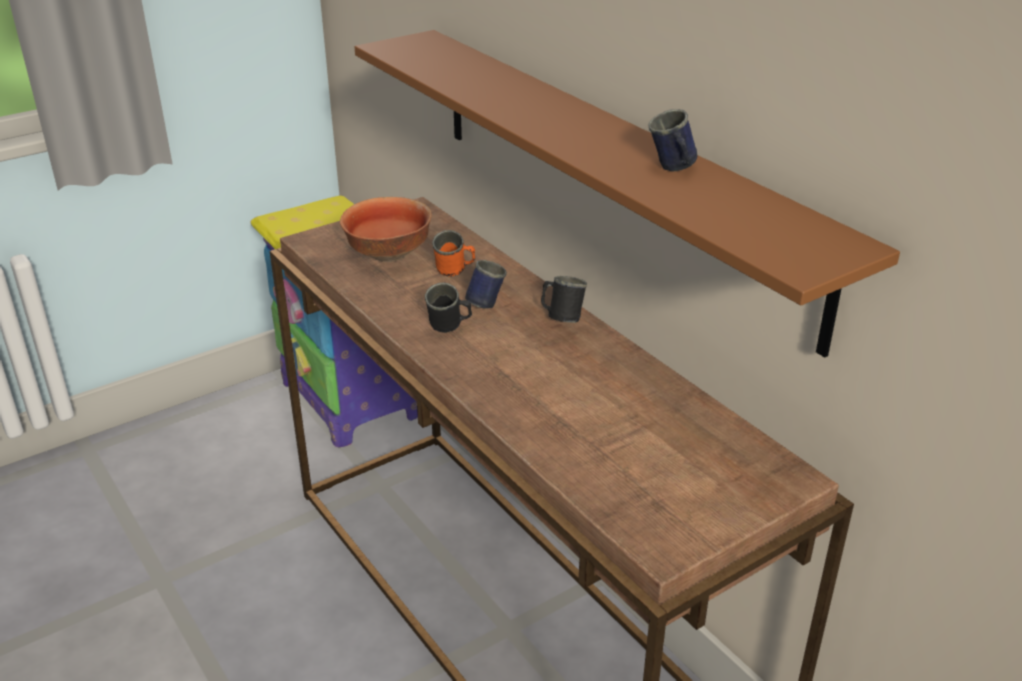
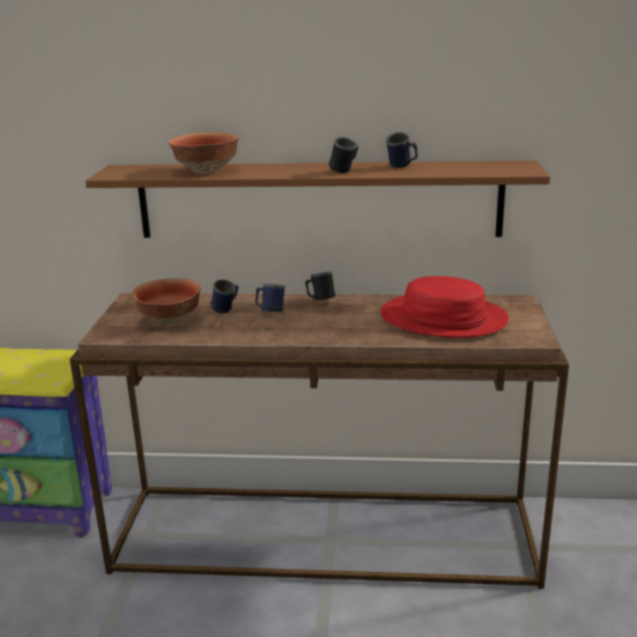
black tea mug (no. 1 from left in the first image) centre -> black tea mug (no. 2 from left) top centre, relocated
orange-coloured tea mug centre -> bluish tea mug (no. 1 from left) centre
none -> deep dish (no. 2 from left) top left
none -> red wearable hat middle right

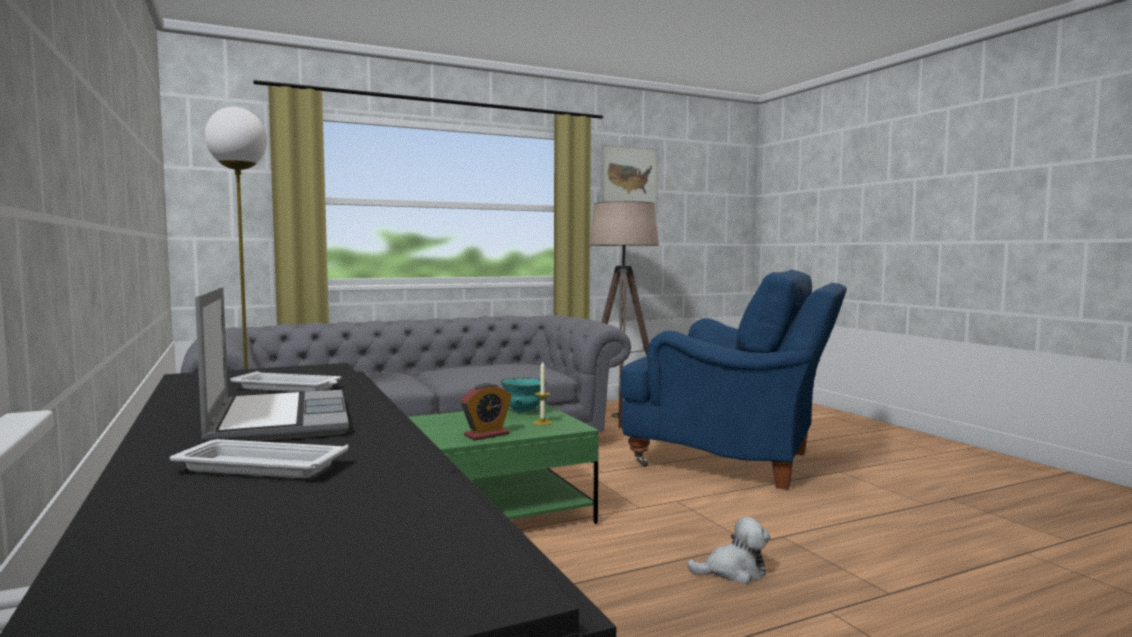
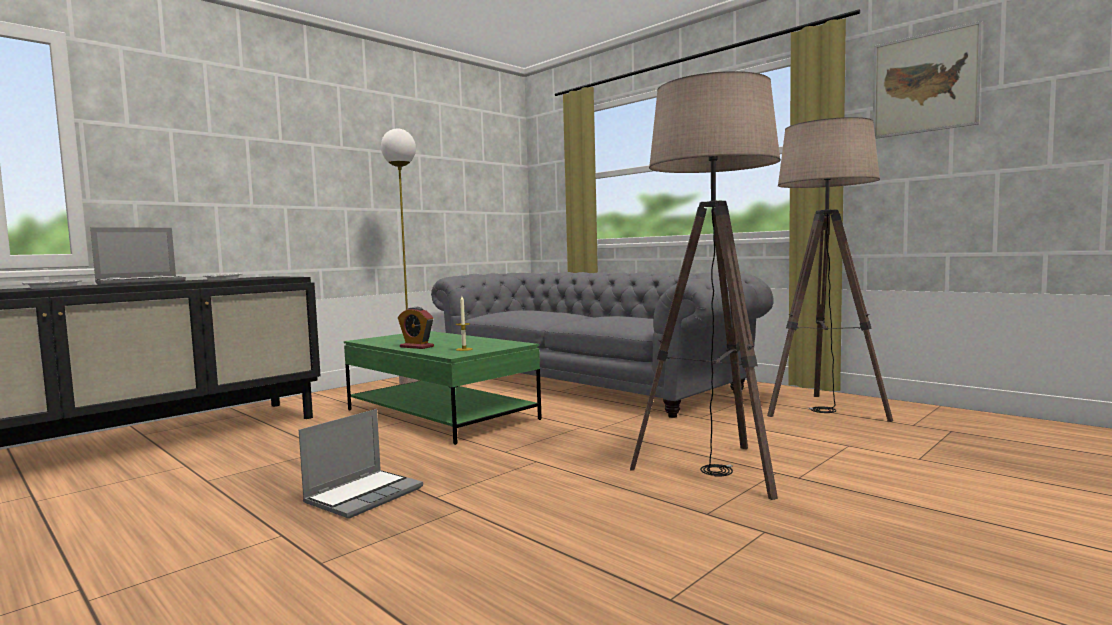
turquoise deep dish centre -> none
bluish lounge chair centre -> standard lamp (no. 2 from left) centre
cuddly toy bottom centre -> portable computer (no. 2 from left) bottom left

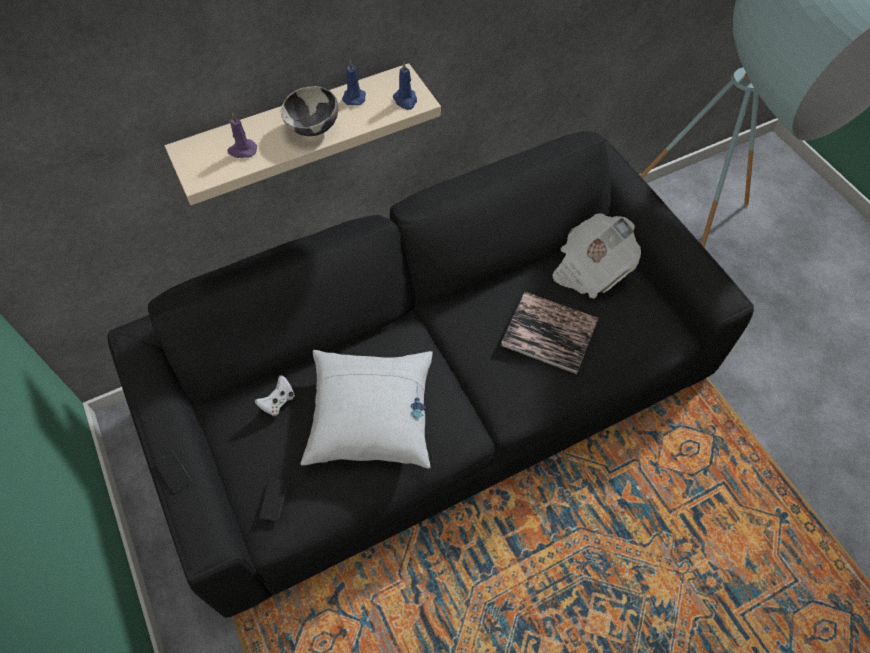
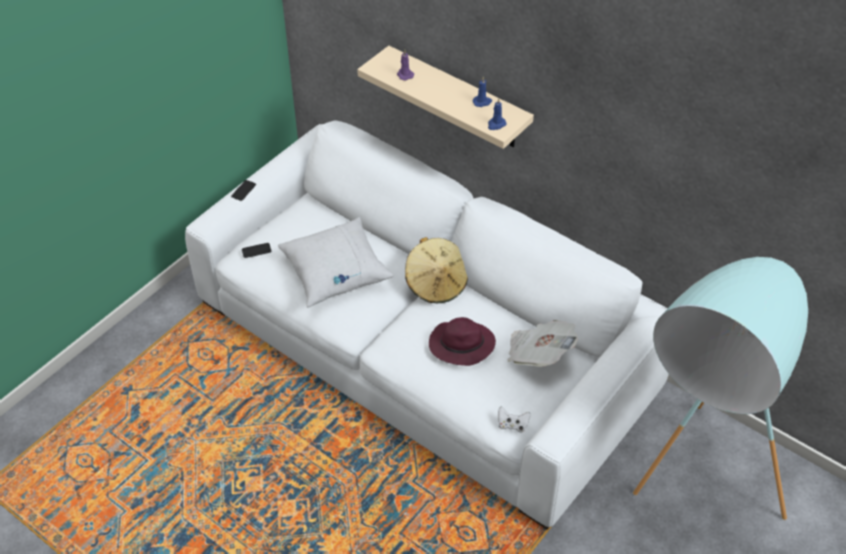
black sofa centre -> whitish sofa centre
whitish game controller middle left -> whitish game controller bottom centre, relocated
deep dish top centre -> none
bound book centre -> purplish wearable hat centre
none -> beige wearable hat centre

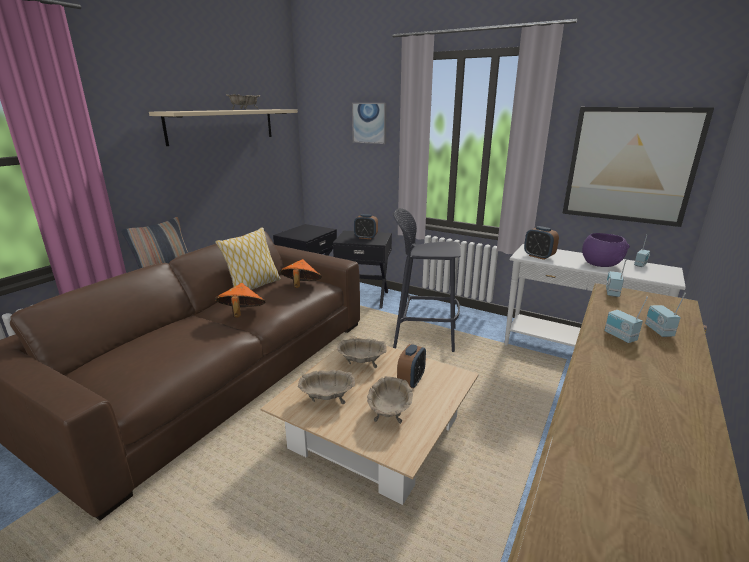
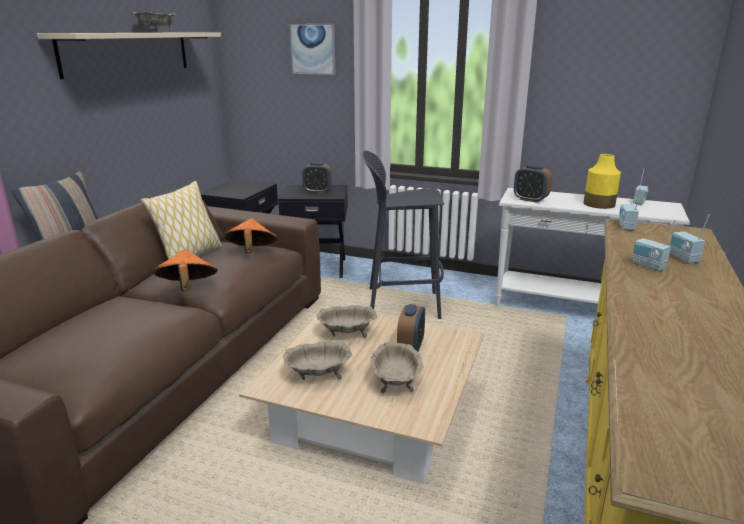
picture (no. 2 from left) top right -> none
purplish deep dish middle right -> yellow-coloured flower vase middle right

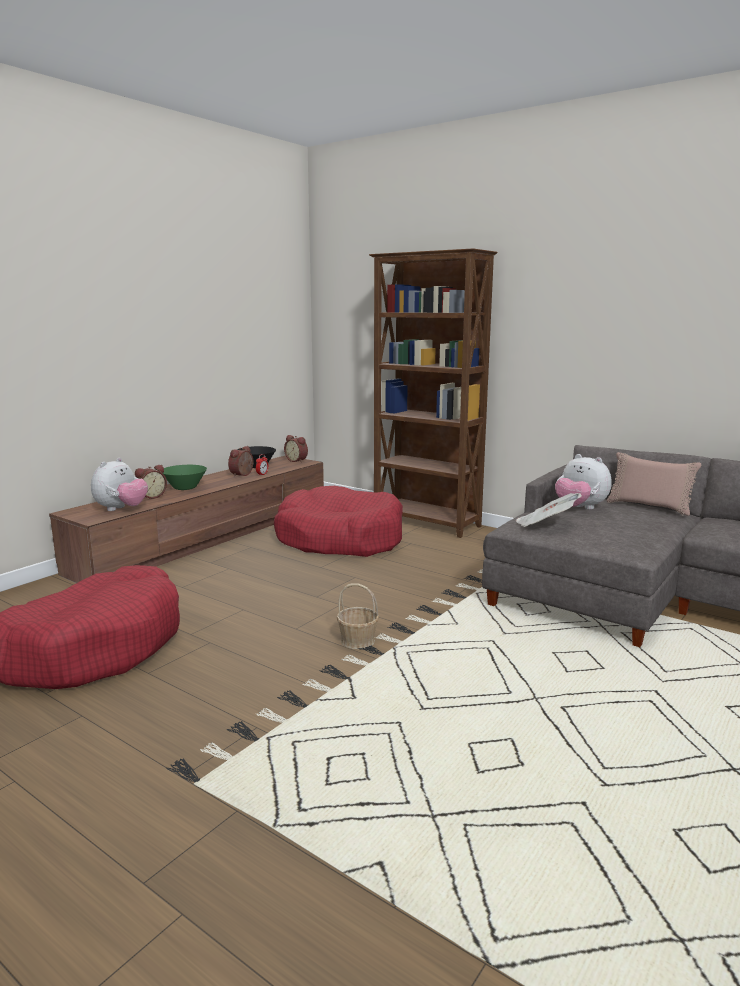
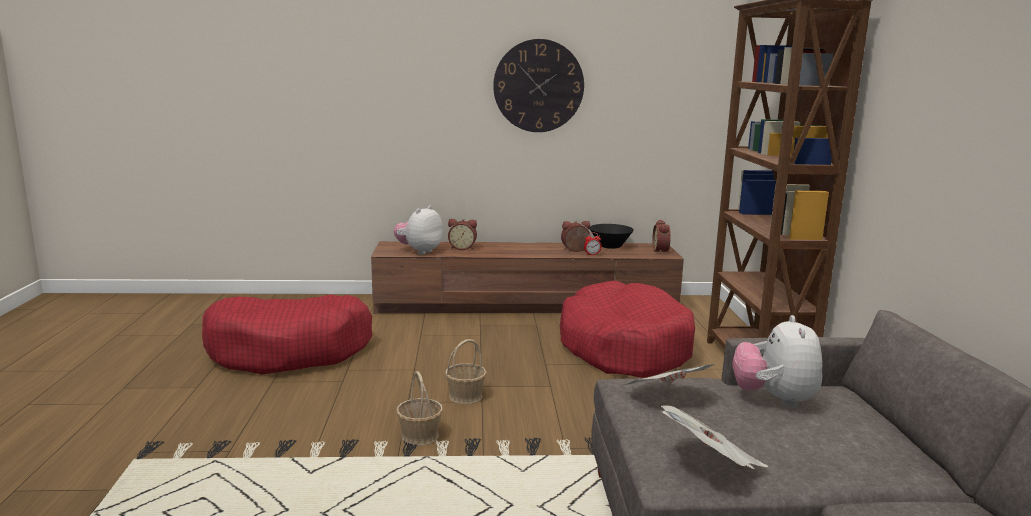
cuddly toy (no. 1 from left) middle left -> cuddly toy (no. 1 from left) centre, 135 degrees clockwise
green deep dish middle left -> none
beige throw pillow middle right -> none
none -> storage basket (no. 2 from left) bottom centre
none -> wall clock top centre
none -> printed paper (no. 2 from left) bottom right

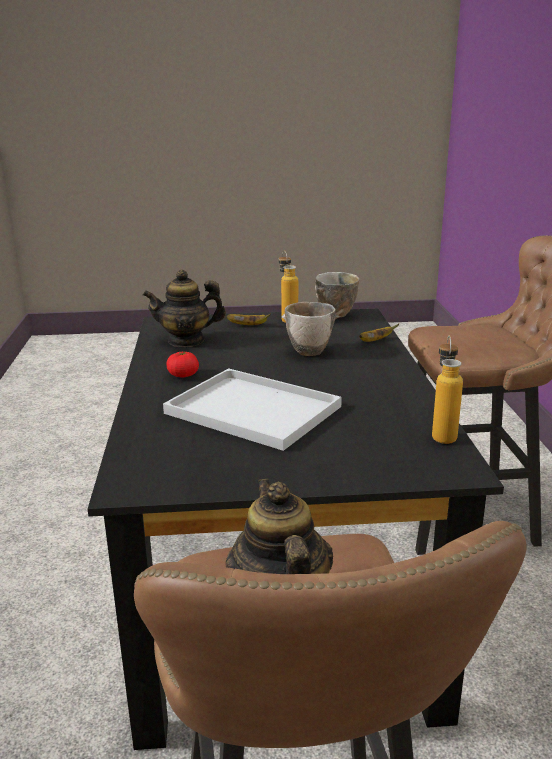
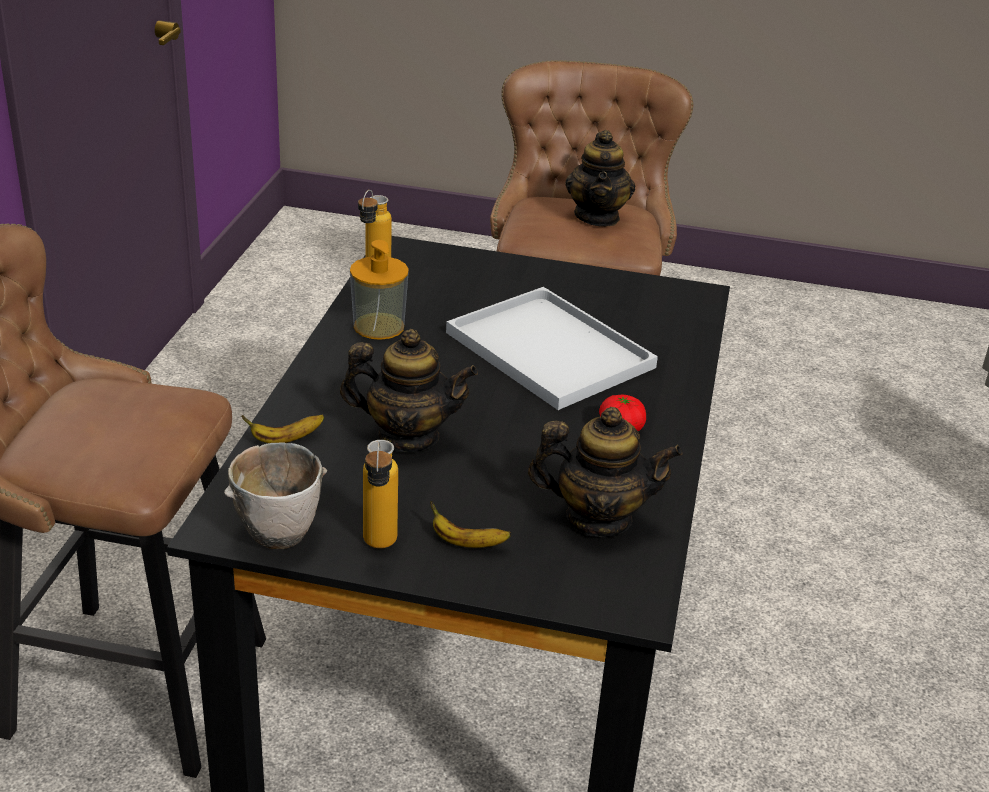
deep dish (no. 1 from left) centre -> teapot (no. 1 from left) centre
none -> liquid soap bottle centre

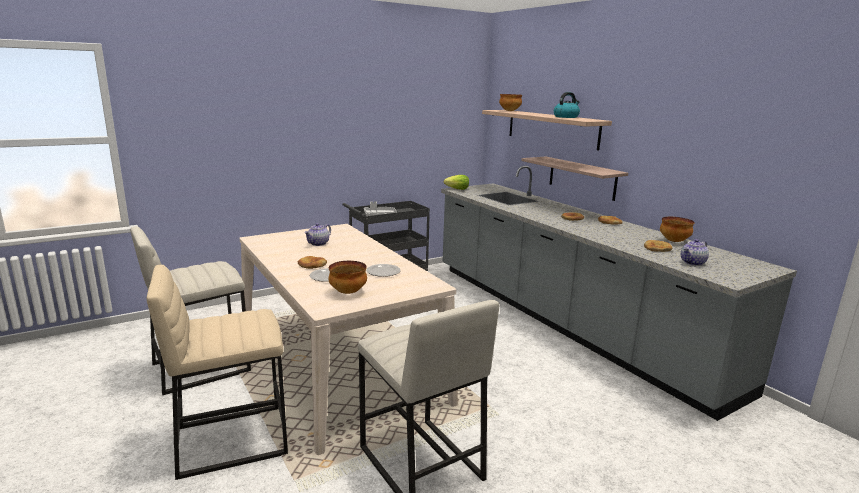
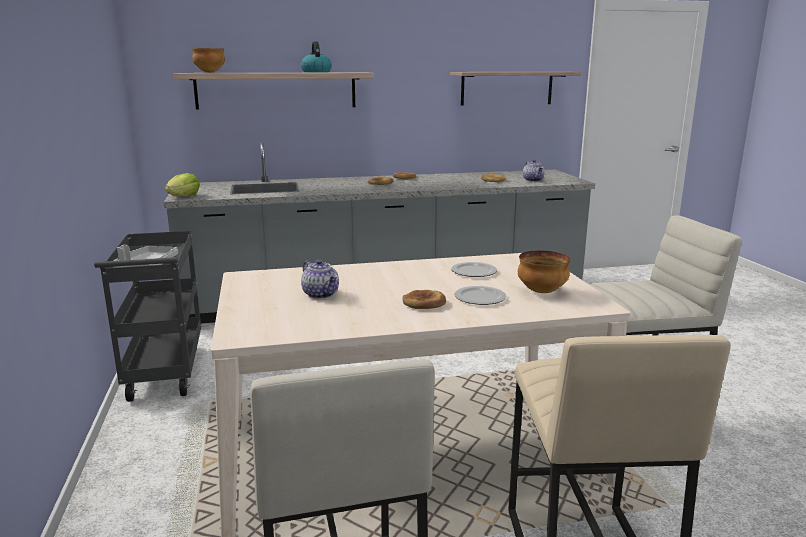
shelf (no. 2 from left) middle right -> shelf (no. 2 from left) top centre, relocated
deep dish (no. 3 from left) middle right -> none

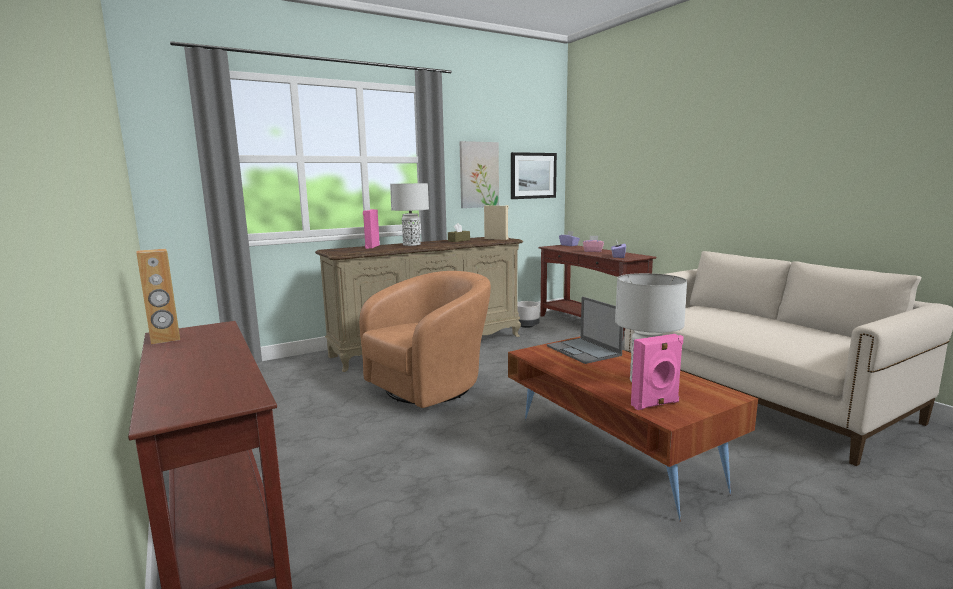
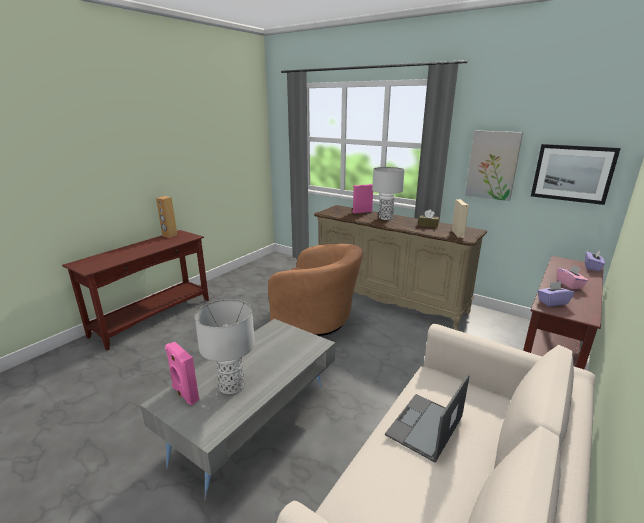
brownish coffee table bottom centre -> grey coffee table bottom centre
grey flower pot centre -> none
portable computer centre -> portable computer bottom centre, relocated

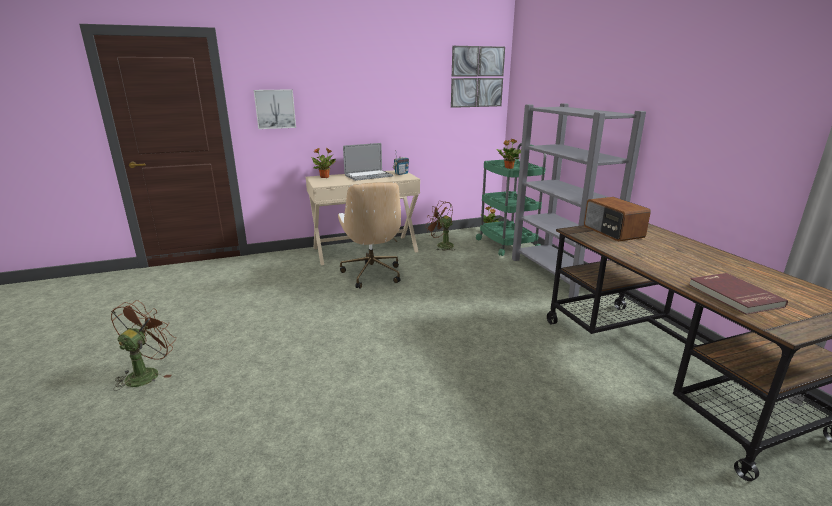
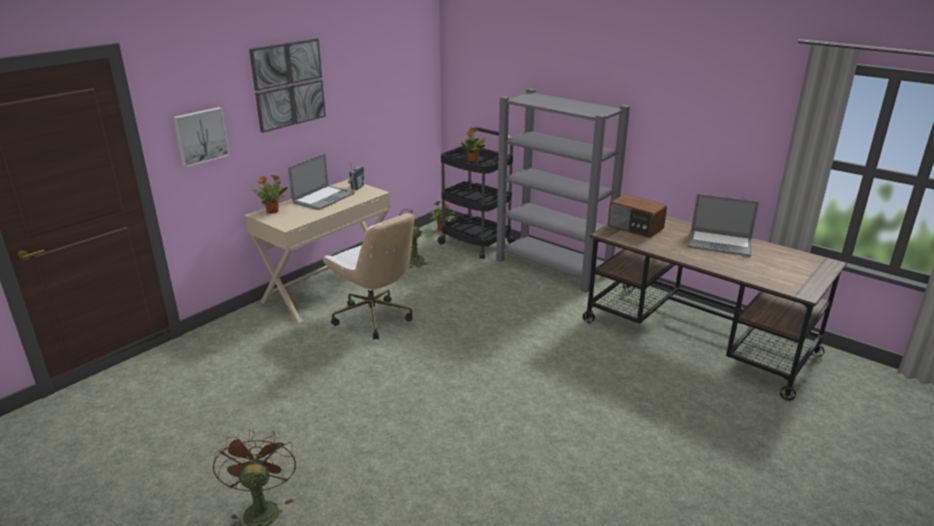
picture (no. 2 from left) top centre -> picture (no. 2 from left) top left, relocated
green cart centre -> black cart centre
red bound book middle right -> none
none -> portable computer (no. 2 from left) middle right

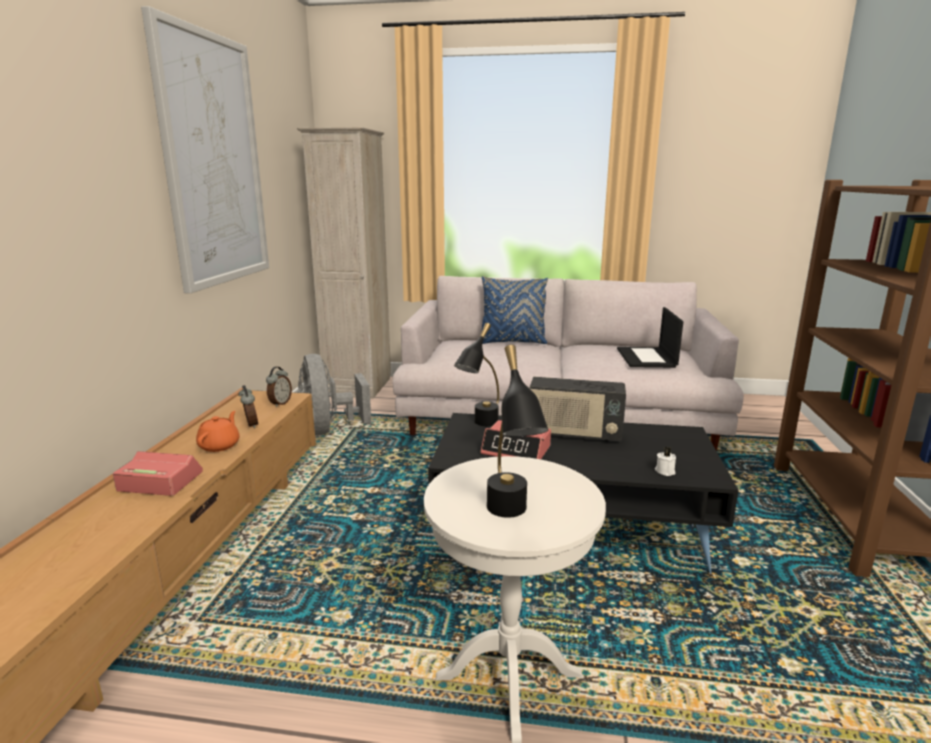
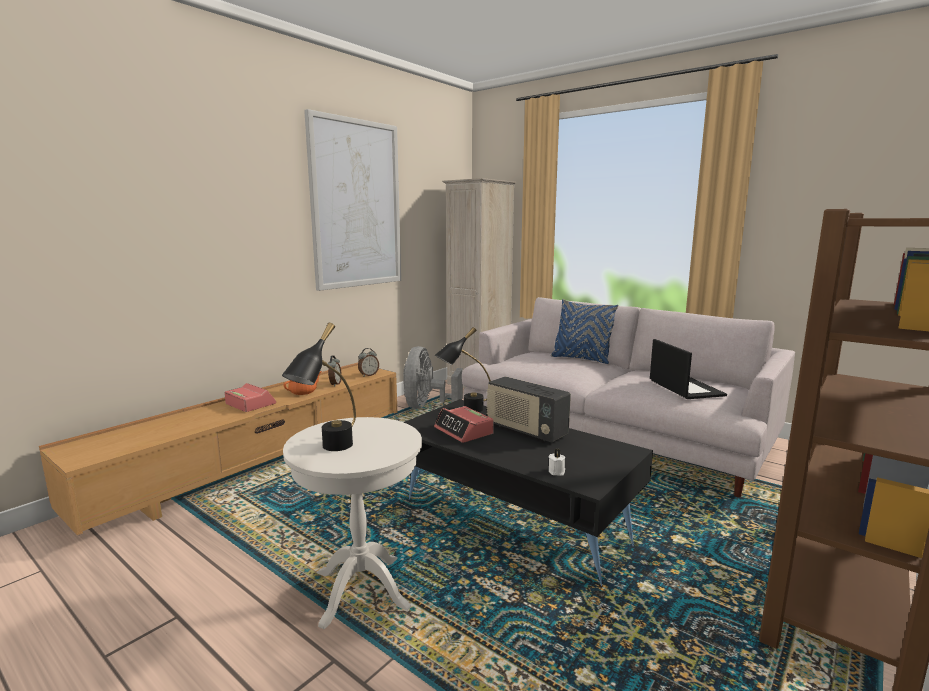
portable computer middle right, 135 degrees clockwise

